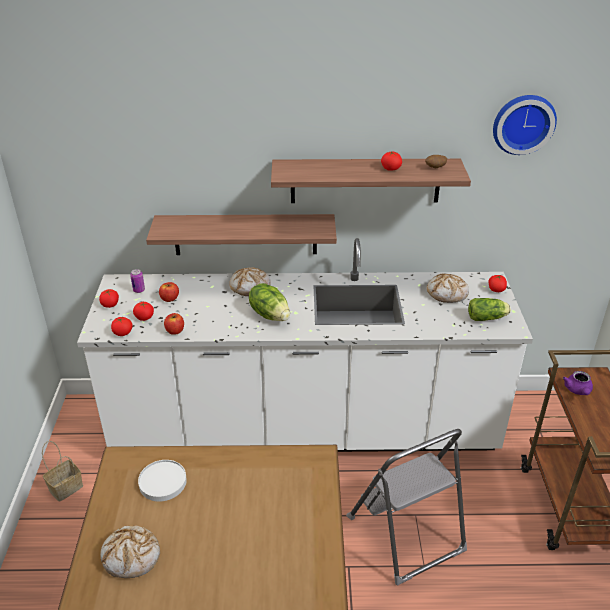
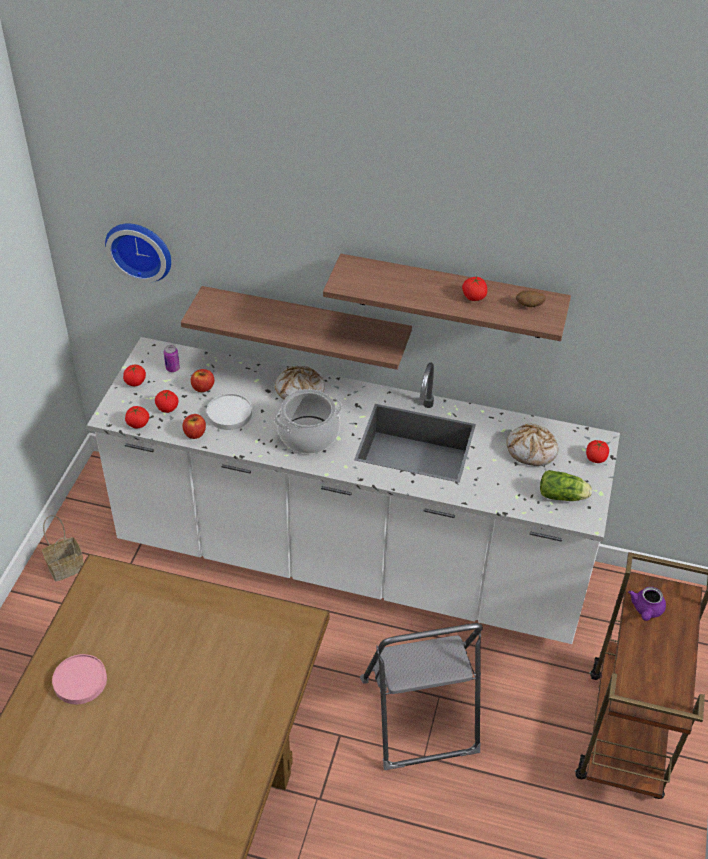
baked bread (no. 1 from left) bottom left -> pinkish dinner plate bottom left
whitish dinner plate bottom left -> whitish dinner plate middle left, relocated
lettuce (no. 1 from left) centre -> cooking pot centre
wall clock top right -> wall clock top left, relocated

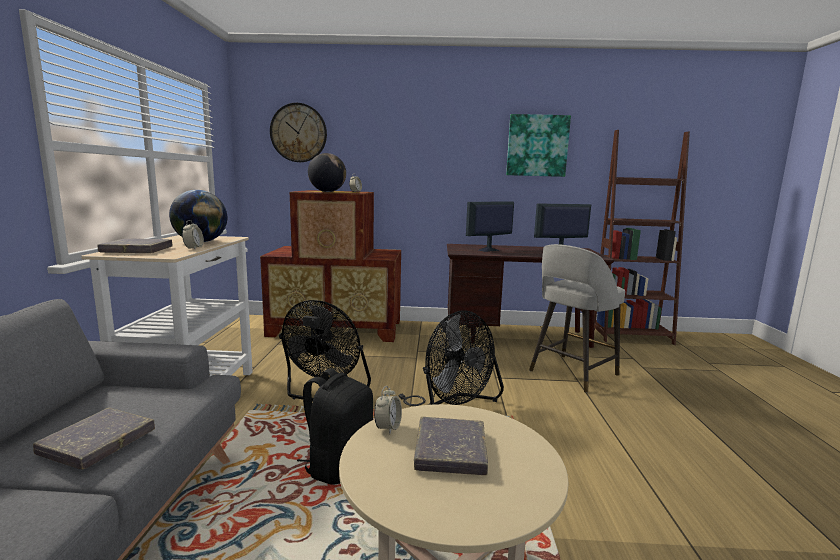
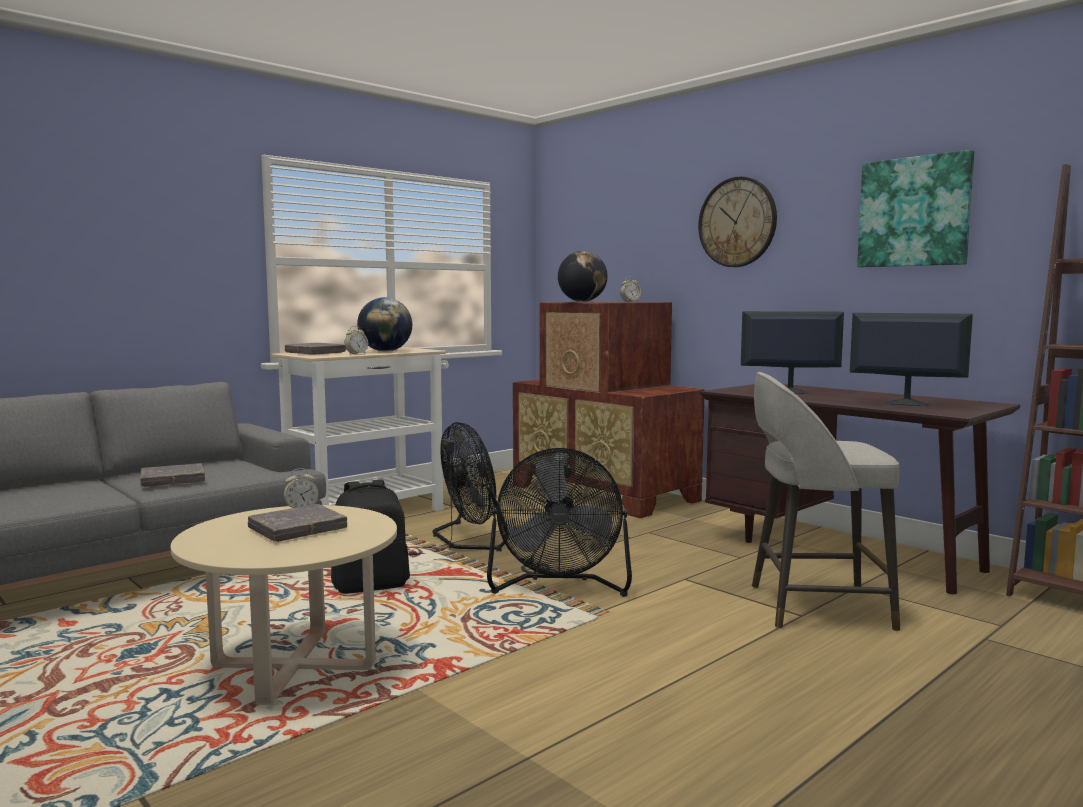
wall clock top centre -> wall clock top right, relocated

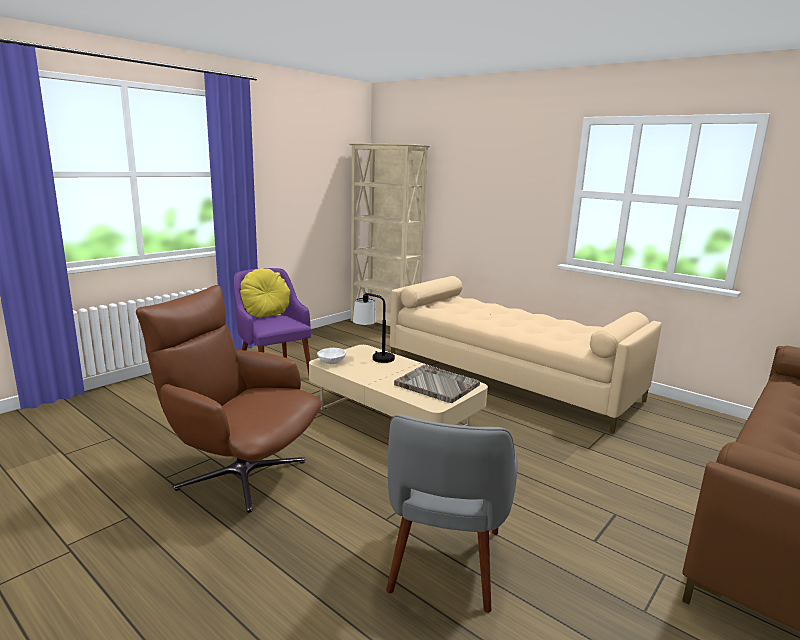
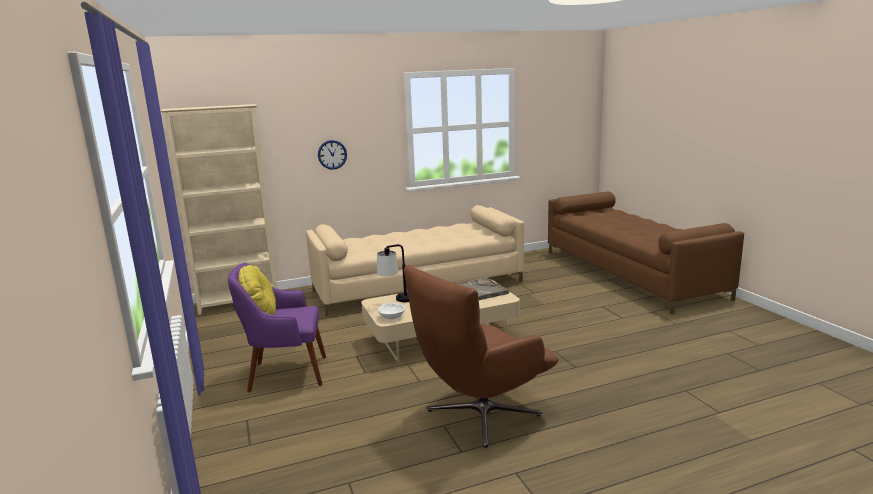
grey lounge chair bottom centre -> none
none -> wall clock top centre

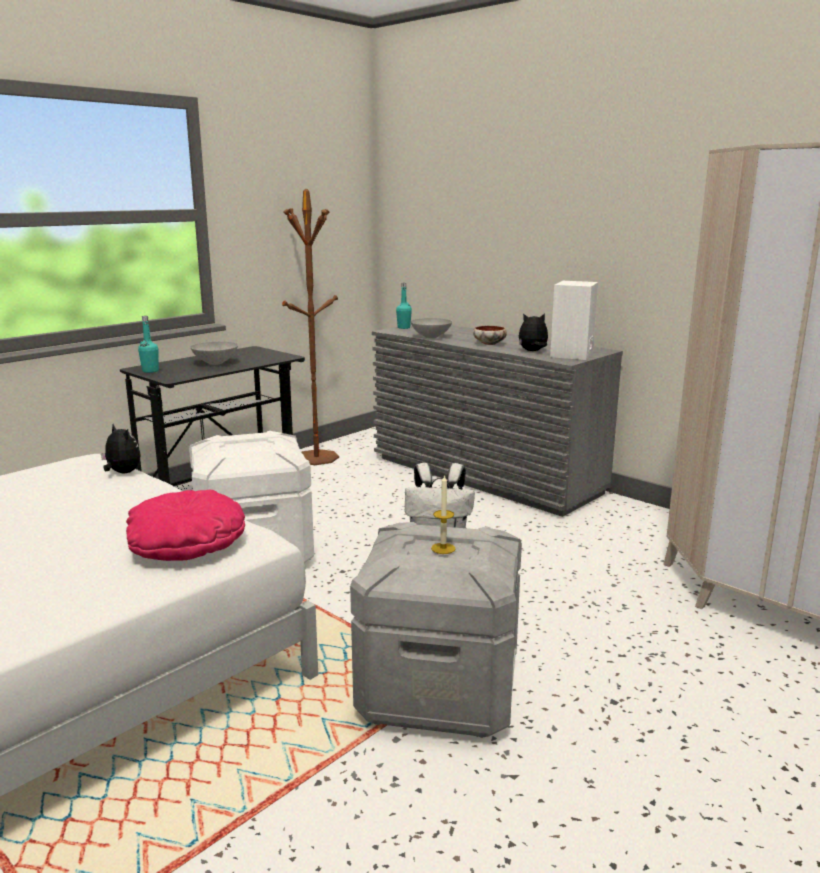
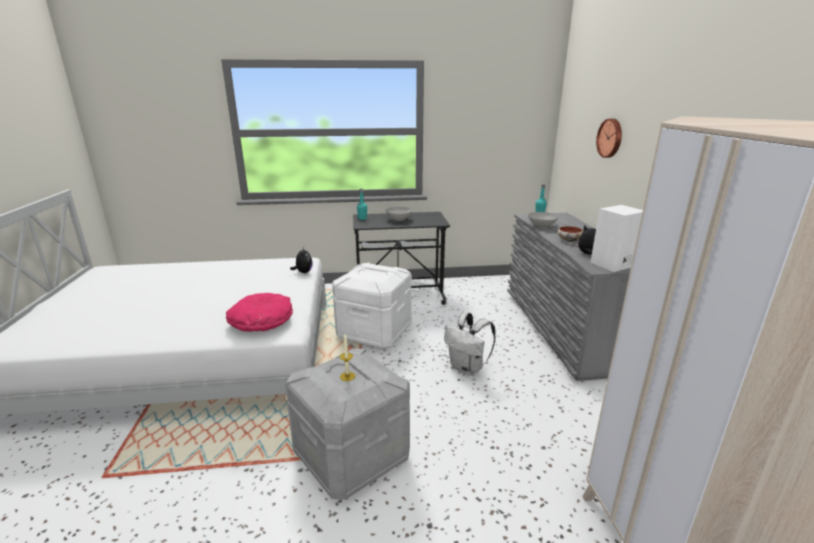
brownish clothes rack centre -> none
none -> wall clock top right

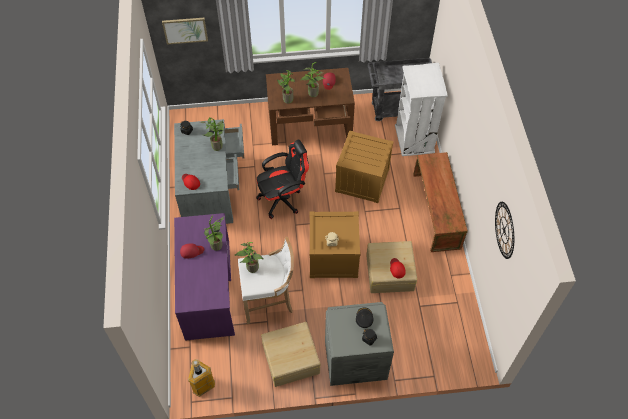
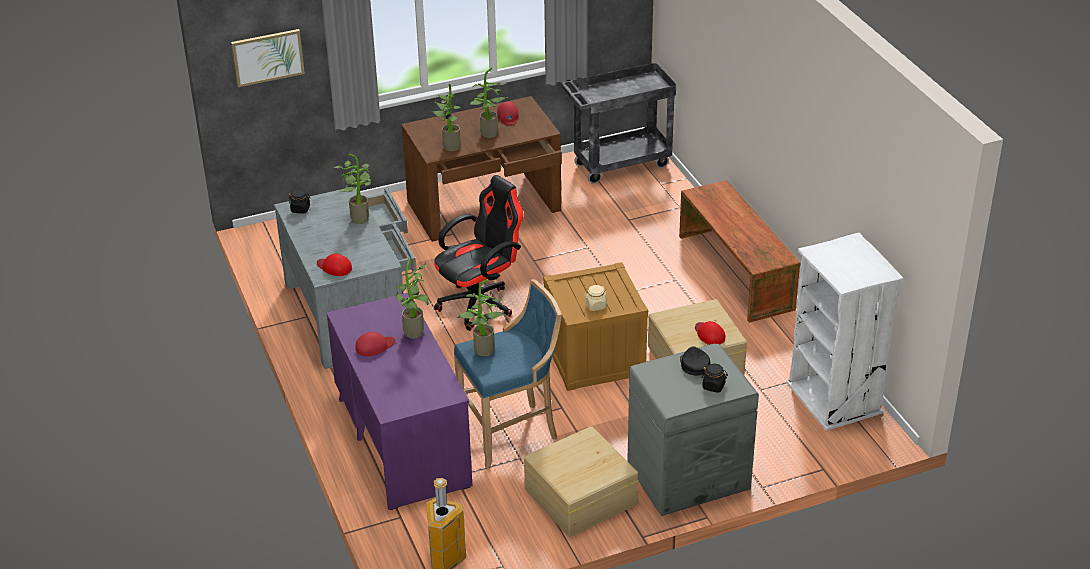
whitish stool seat bottom centre -> bluish stool seat centre
shipping crate (no. 2 from left) centre -> none
whitish bookcase top right -> whitish bookcase middle right, relocated
wall clock middle right -> none

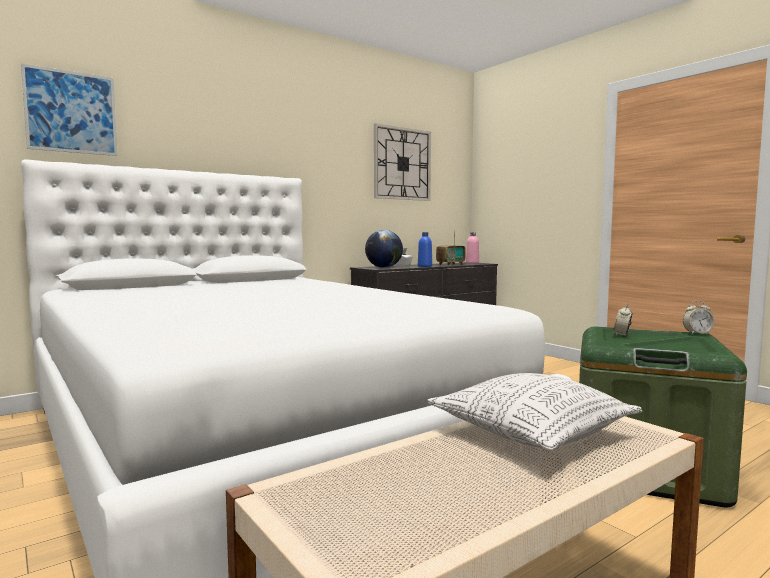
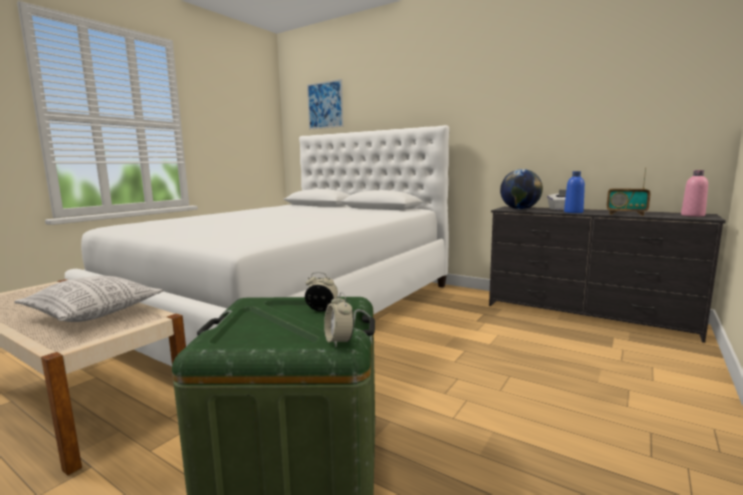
wall clock top centre -> none

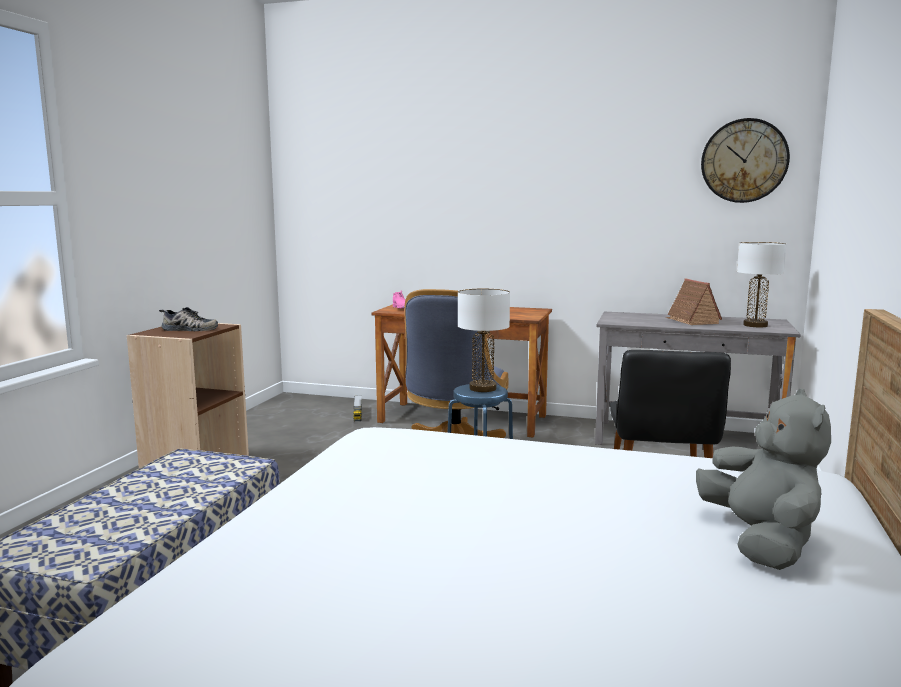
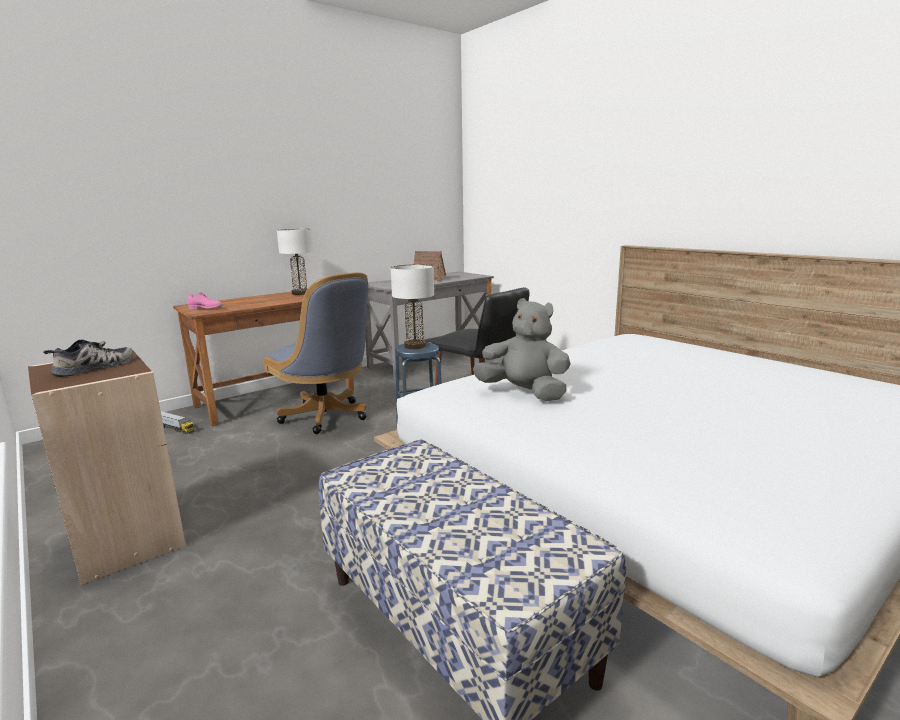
grey cuddly toy bottom right -> grey cuddly toy centre, relocated
wall clock top right -> none
lamp for a table (no. 2 from left in the first image) middle right -> lamp for a table (no. 1 from left) middle left, relocated

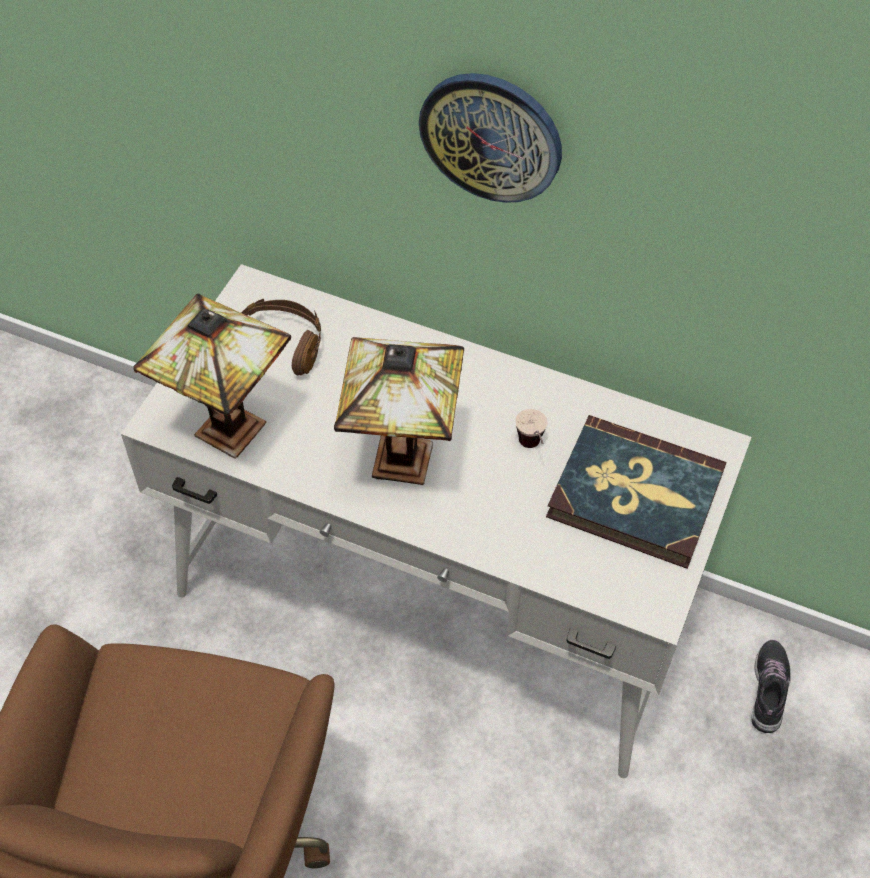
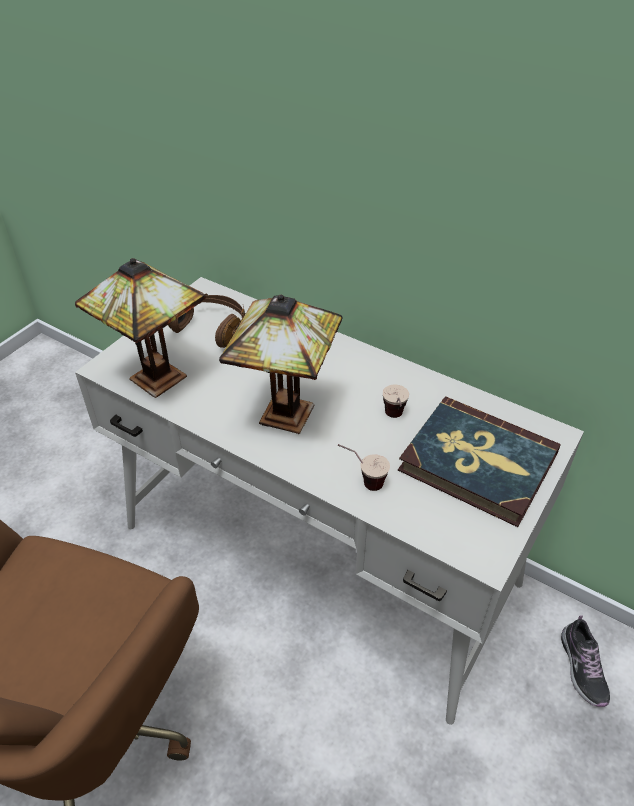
wall clock top centre -> none
low shoe bottom right, 150 degrees clockwise
none -> drinking cup (no. 1 from left) centre

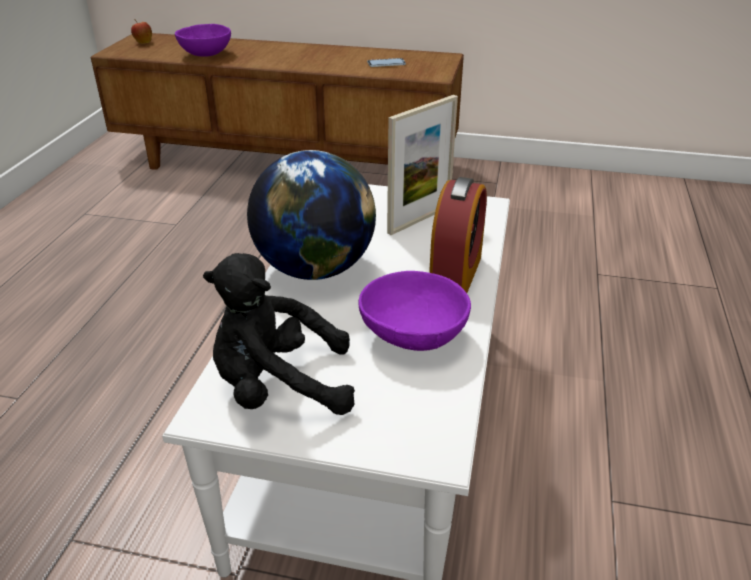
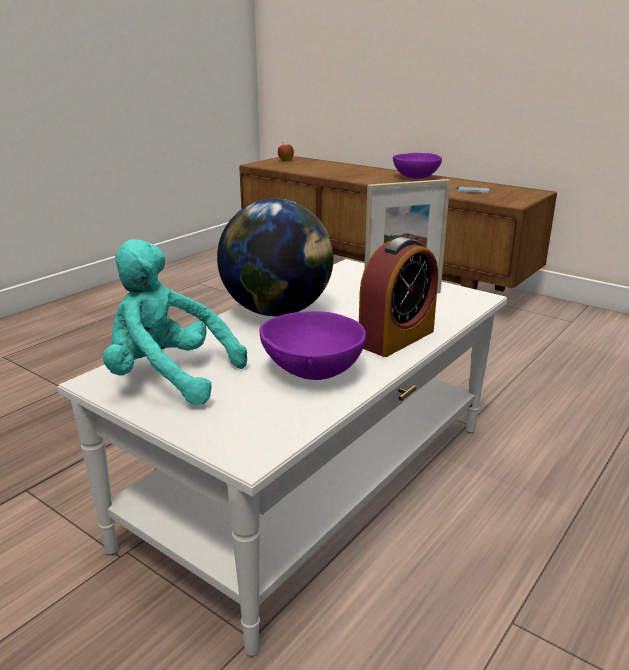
purplish deep dish (no. 1 from left in the first image) top left -> purplish deep dish (no. 2 from left) top centre, relocated
black cuddly toy centre -> turquoise cuddly toy middle left

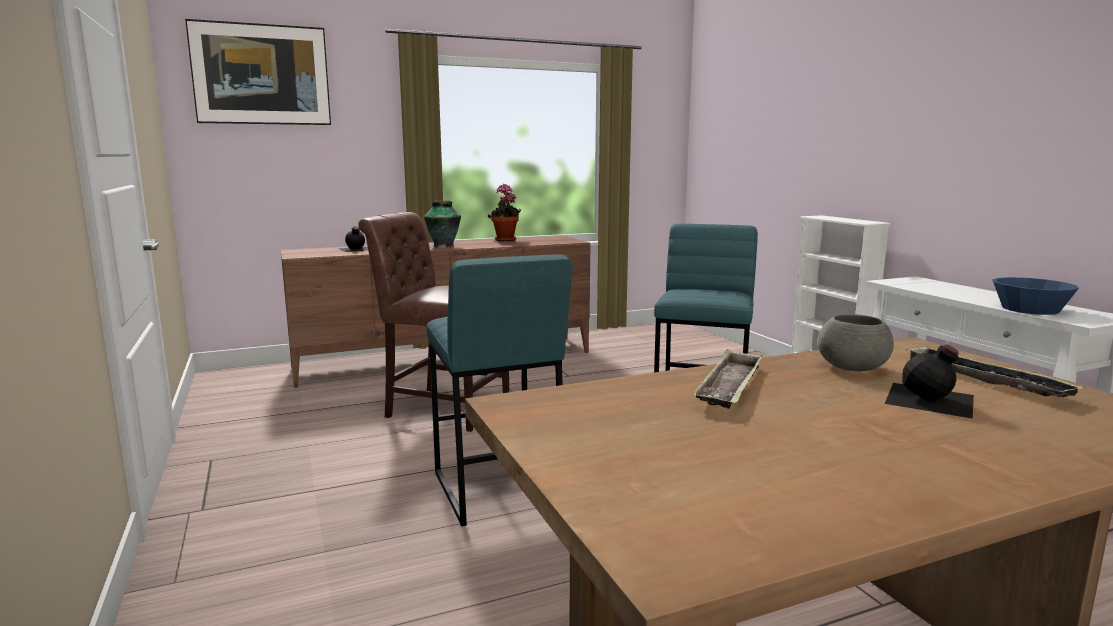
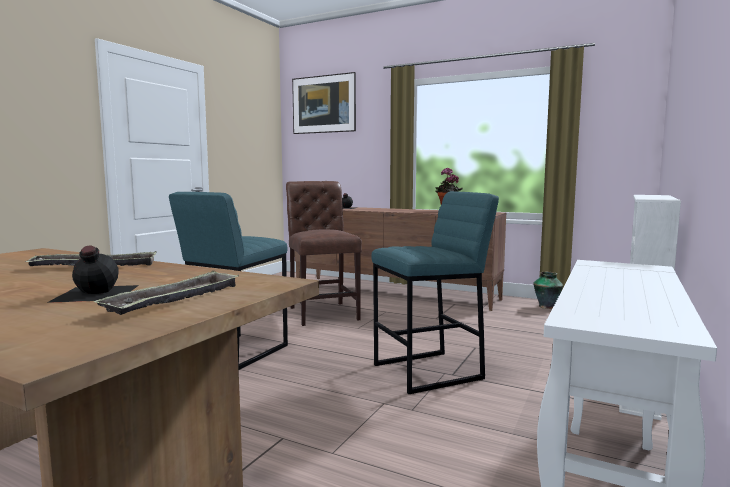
flower vase centre -> flower vase middle right, relocated
grey deep dish middle right -> none
bluish deep dish middle right -> none

